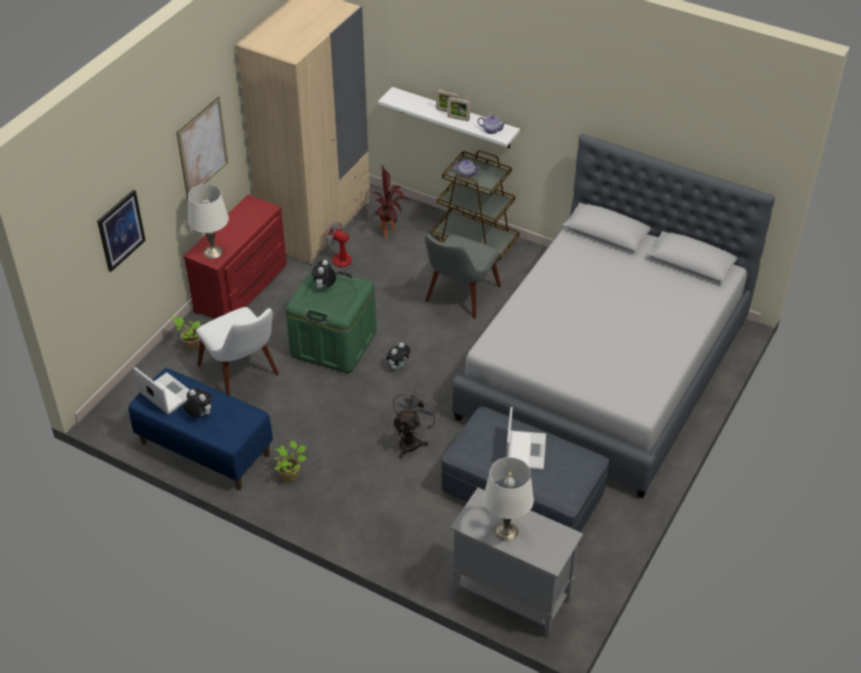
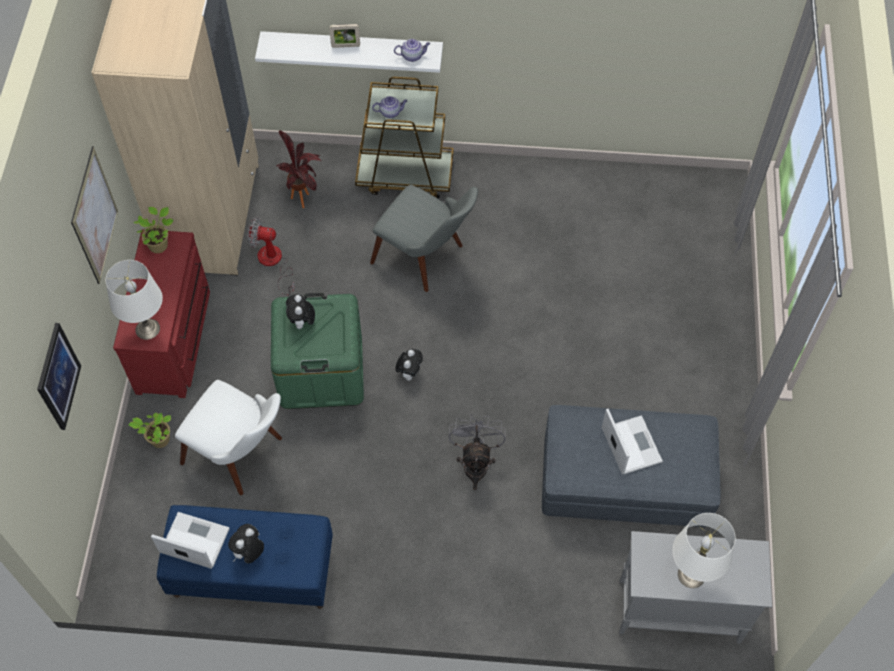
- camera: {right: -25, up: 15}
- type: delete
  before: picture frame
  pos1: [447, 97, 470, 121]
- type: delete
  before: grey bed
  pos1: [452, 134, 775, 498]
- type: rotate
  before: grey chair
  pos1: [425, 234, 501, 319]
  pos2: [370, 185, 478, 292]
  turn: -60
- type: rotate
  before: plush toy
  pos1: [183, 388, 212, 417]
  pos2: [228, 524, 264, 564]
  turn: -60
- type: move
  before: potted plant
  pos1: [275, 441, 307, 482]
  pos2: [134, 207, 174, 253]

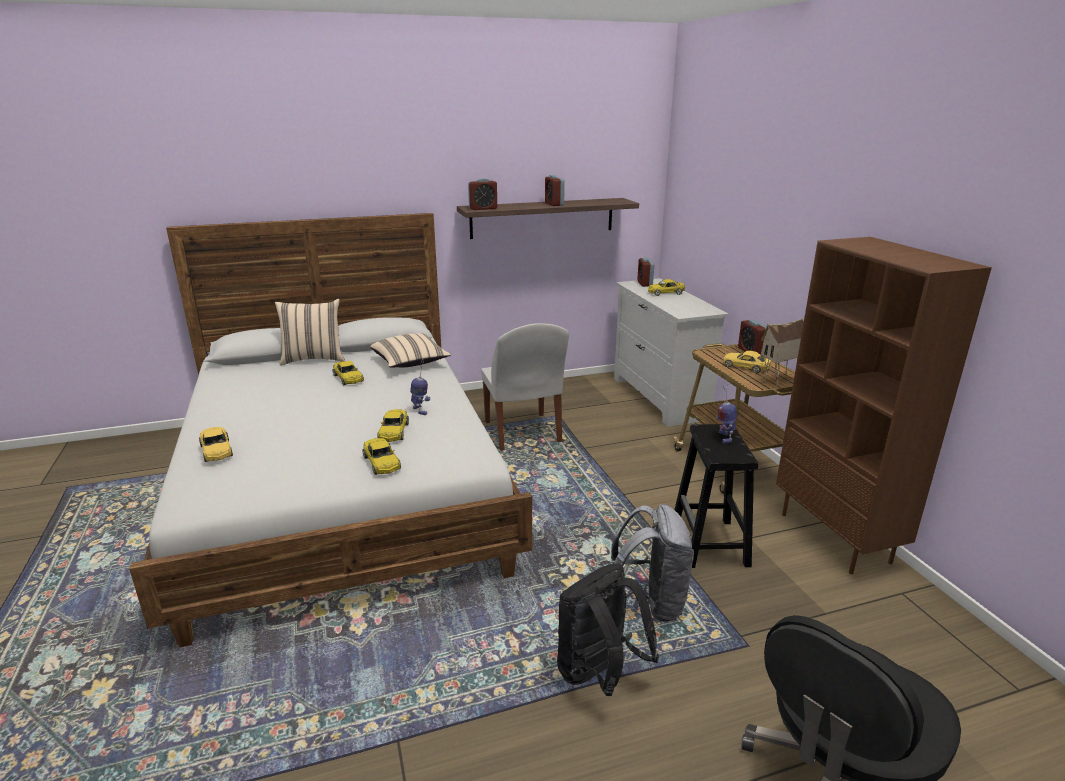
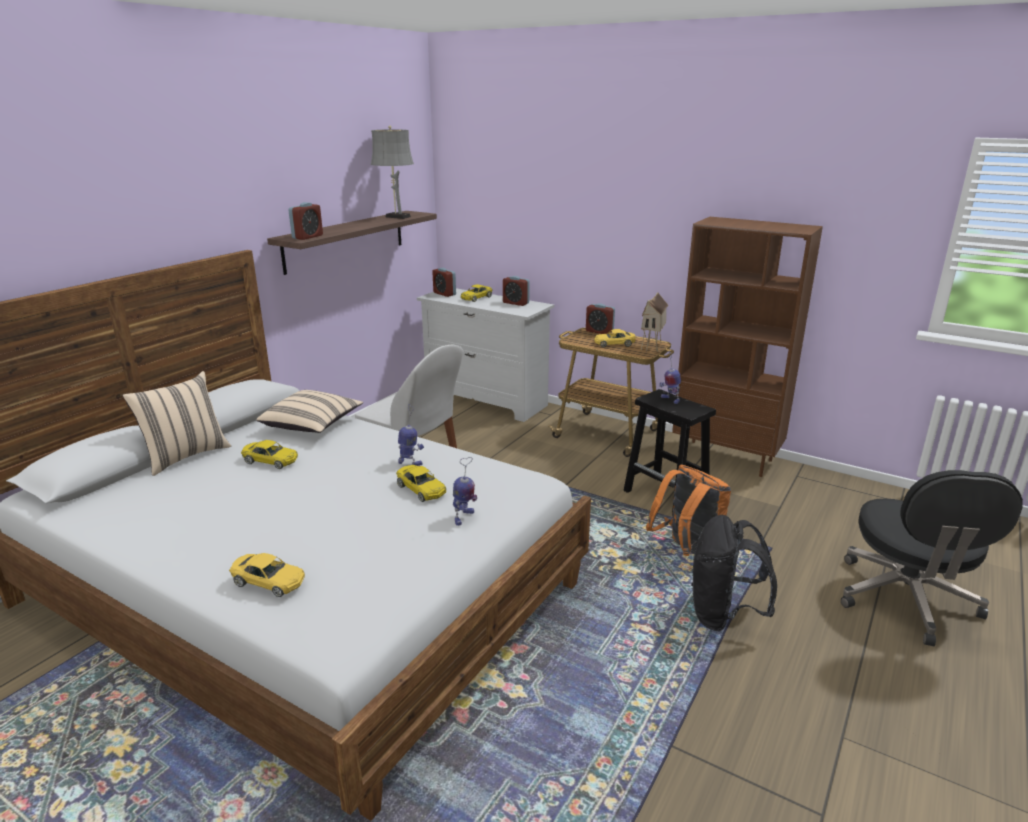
- camera: {right: -40, up: 0}
- type: move
  before: alarm clock
  pos1: [545, 175, 565, 206]
  pos2: [503, 276, 530, 306]
- type: replace
  before: yellow toy car
  after: toy robot
  pos1: [362, 438, 401, 475]
  pos2: [453, 457, 477, 526]
- type: recolor
  before: grey backpack
  after: orange backpack
  pos1: [611, 504, 694, 622]
  pos2: [646, 465, 731, 556]
- type: insert
  after: grey table lamp
  pos2: [371, 125, 414, 219]

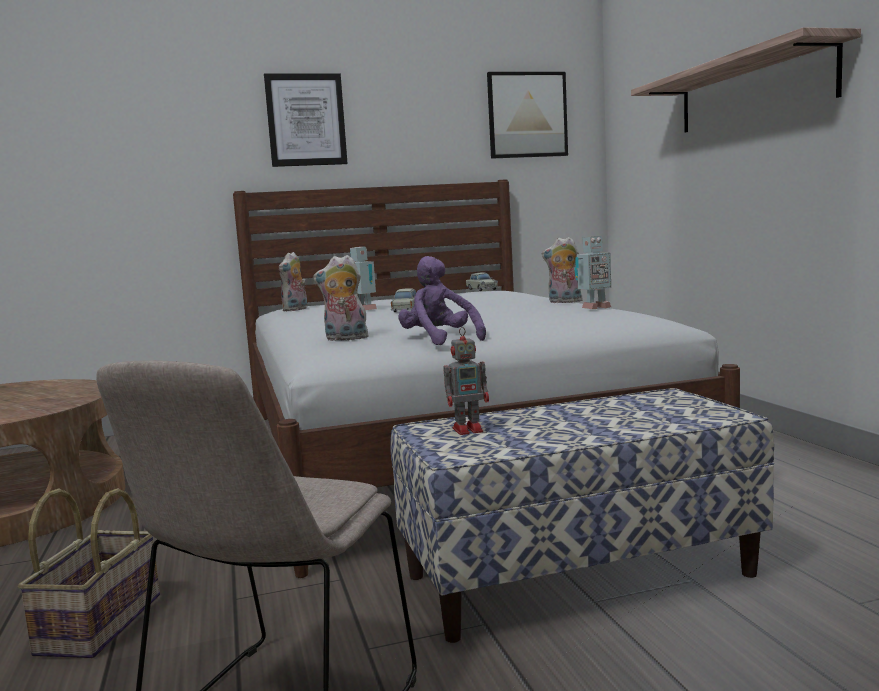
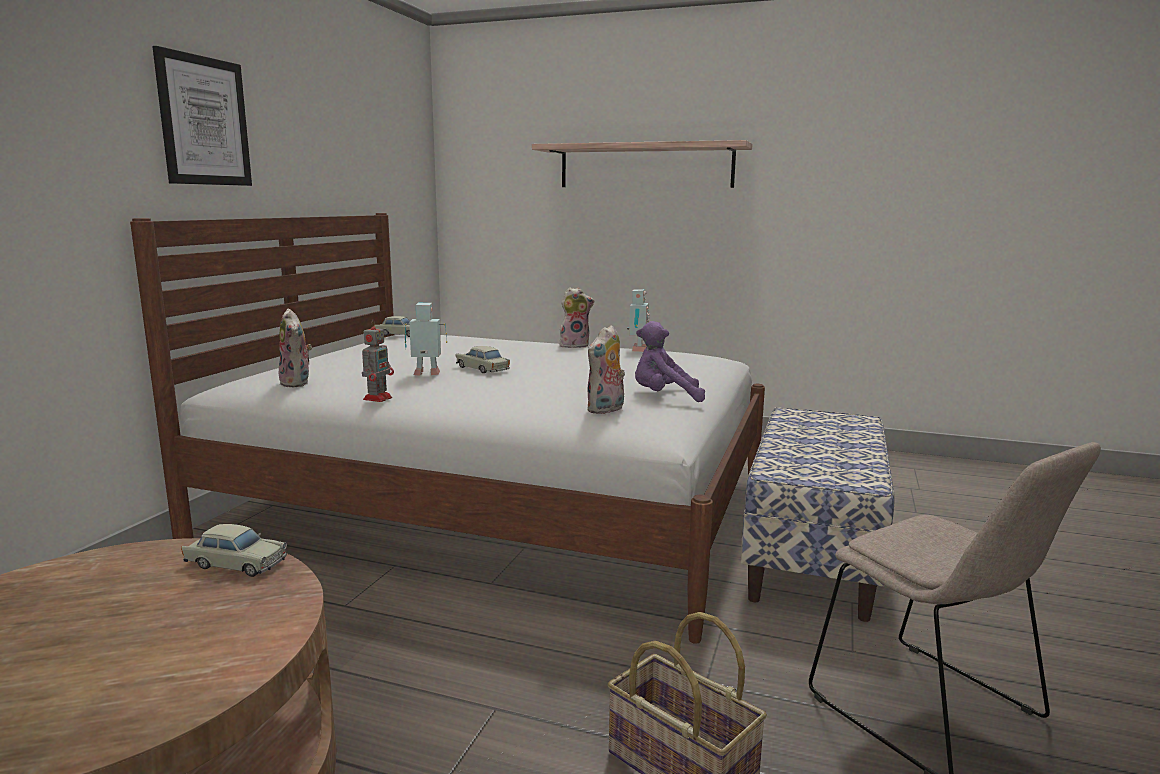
- camera: {right: -55, up: 5}
- type: delete
  before: picture
  pos1: [487, 72, 568, 159]
- type: rotate
  before: plush toy
  pos1: [542, 237, 583, 303]
  pos2: [560, 287, 595, 348]
  turn: -150
- type: move
  before: toy robot
  pos1: [444, 327, 489, 435]
  pos2: [362, 319, 394, 402]
- type: insert
  after: beige toy car
  pos2: [181, 524, 287, 577]

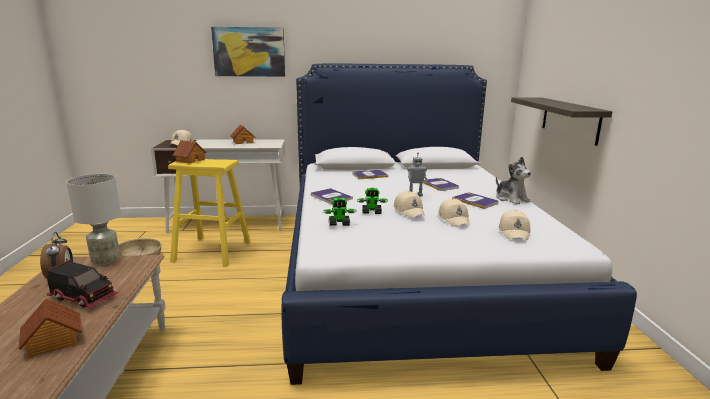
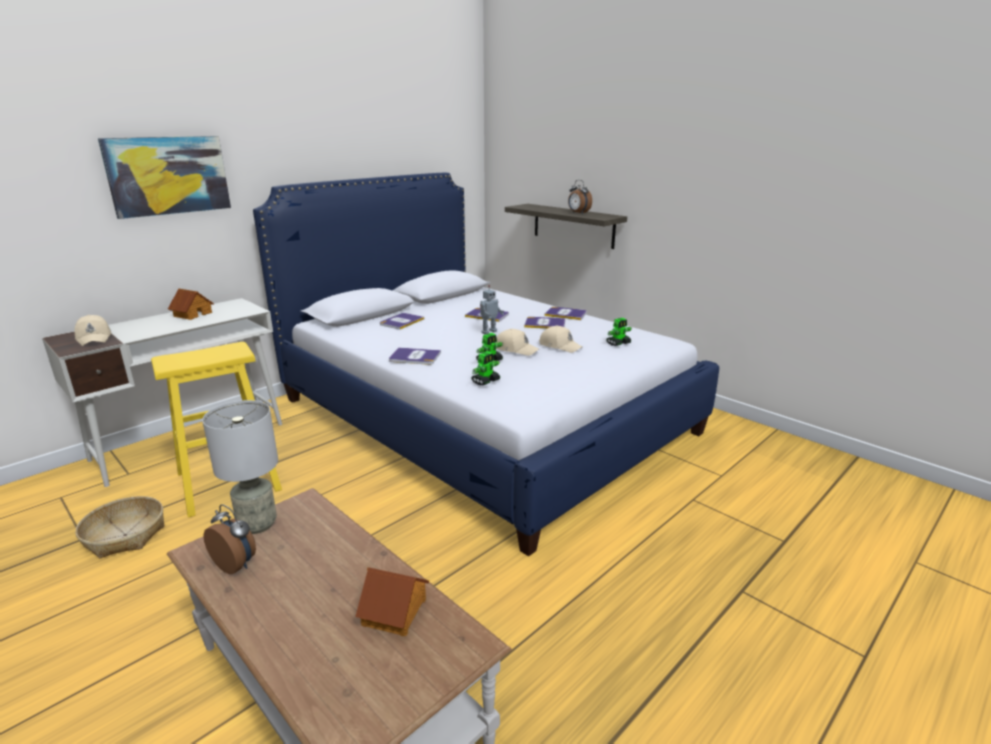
- camera: {right: -40, up: 5}
- type: delete
  before: toy house
  pos1: [173, 140, 207, 164]
- type: replace
  before: plush toy
  after: book
  pos1: [496, 157, 531, 205]
  pos2: [545, 307, 587, 320]
- type: replace
  before: beige cap
  after: toy robot
  pos1: [499, 210, 531, 241]
  pos2: [606, 318, 632, 346]
- type: delete
  before: toy truck
  pos1: [47, 260, 118, 309]
- type: insert
  after: alarm clock
  pos2: [568, 180, 592, 214]

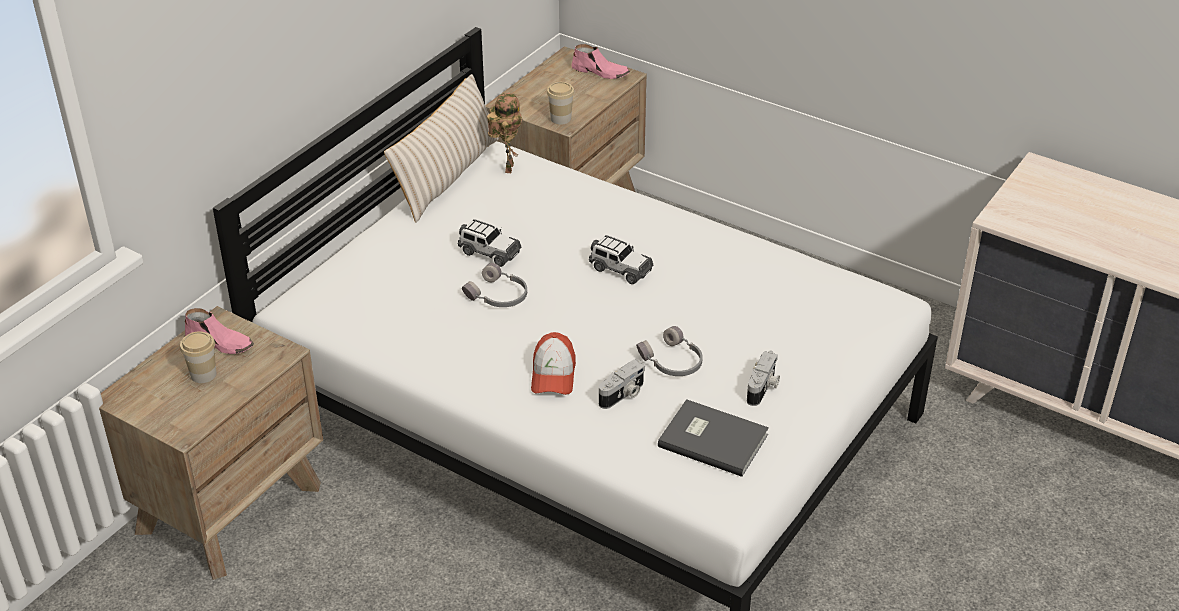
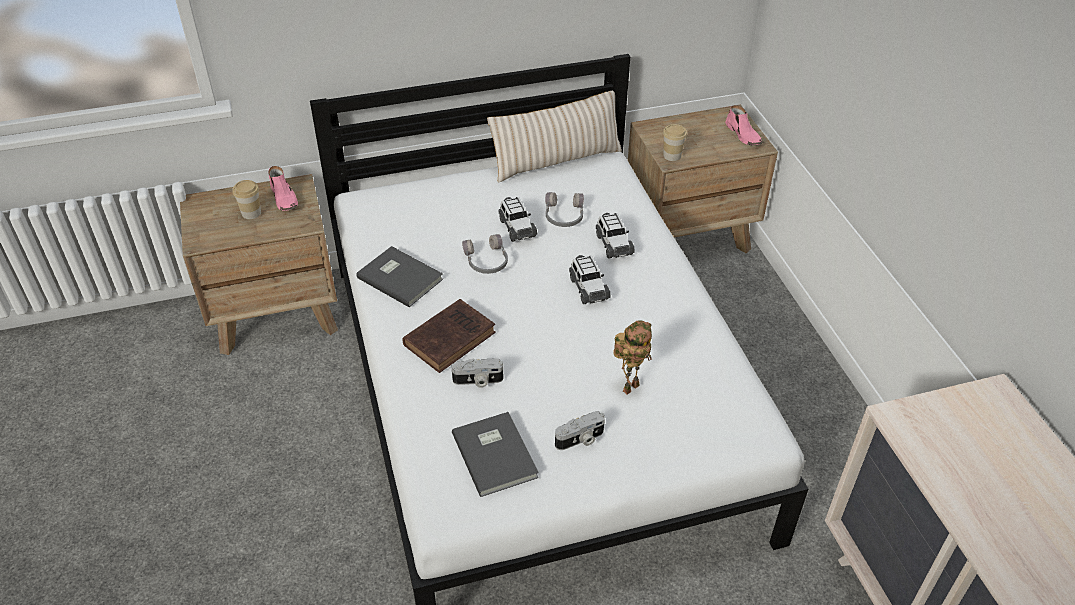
- camera: {right: 40, up: 5}
- type: move
  before: toy robot
  pos1: [487, 93, 522, 173]
  pos2: [614, 320, 652, 395]
- type: move
  before: grey headphones
  pos1: [636, 326, 703, 376]
  pos2: [545, 192, 584, 227]
- type: replace
  before: cap
  after: brown book
  pos1: [531, 332, 576, 395]
  pos2: [402, 299, 496, 373]
- type: insert
  after: toy car
  pos2: [596, 213, 635, 259]
- type: insert
  after: grey book
  pos2: [356, 246, 443, 307]

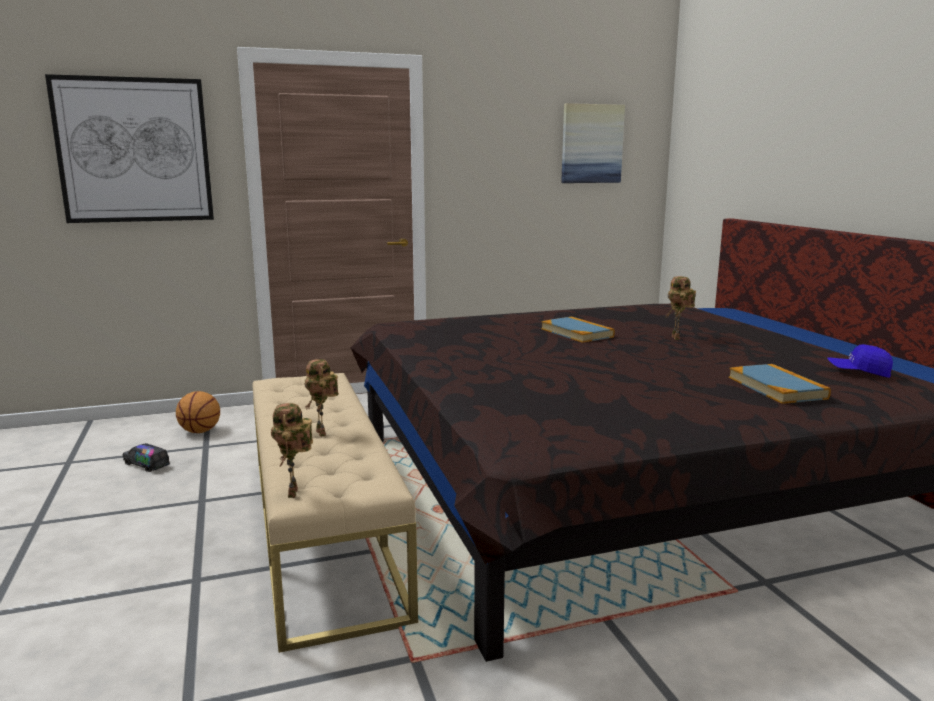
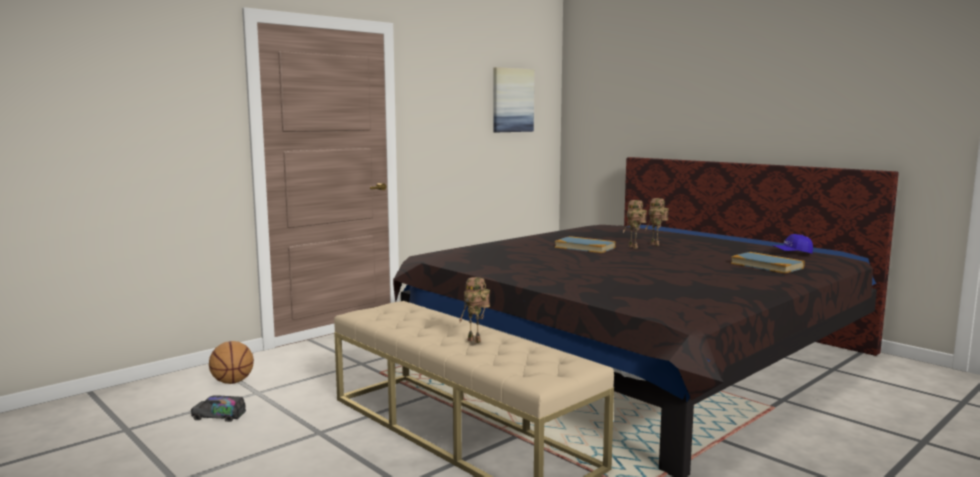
- camera: {right: -25, up: -5}
- type: delete
  before: picture
  pos1: [45, 74, 214, 223]
- type: move
  before: toy robot
  pos1: [271, 403, 313, 498]
  pos2: [623, 200, 647, 249]

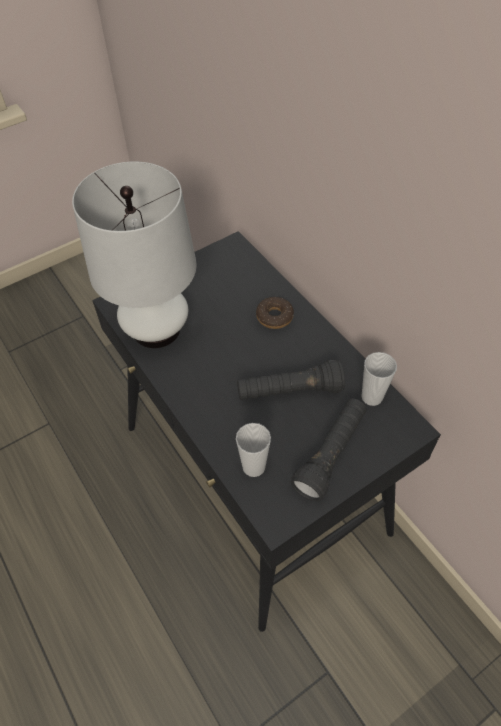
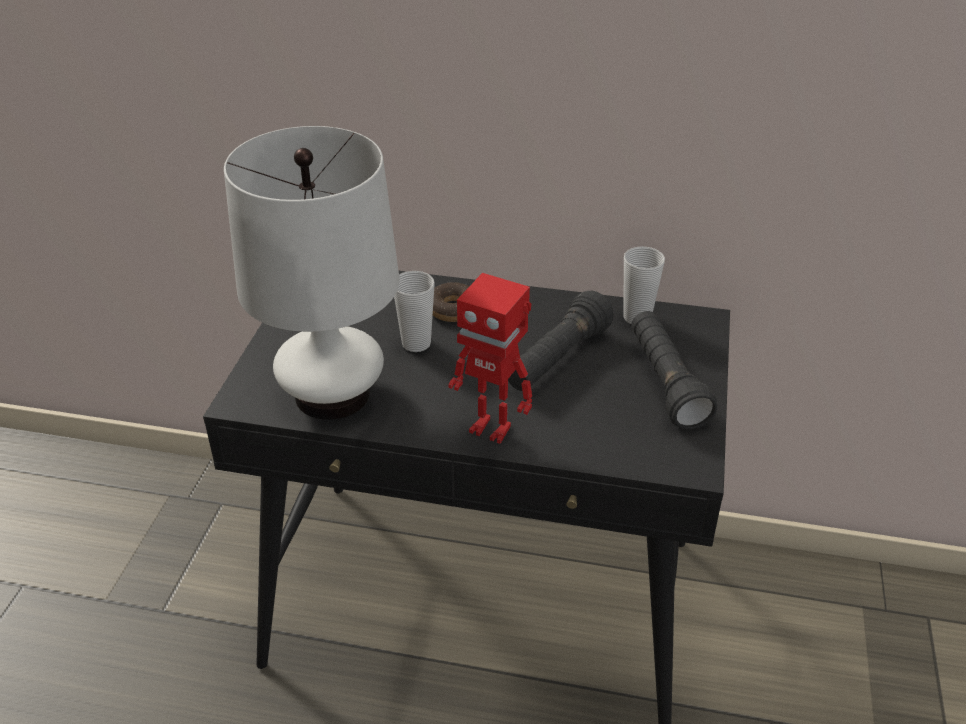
- camera: {right: -45, up: -15}
- type: move
  before: cup
  pos1: [236, 423, 271, 477]
  pos2: [394, 271, 435, 352]
- type: insert
  after: toy robot
  pos2: [448, 273, 532, 444]

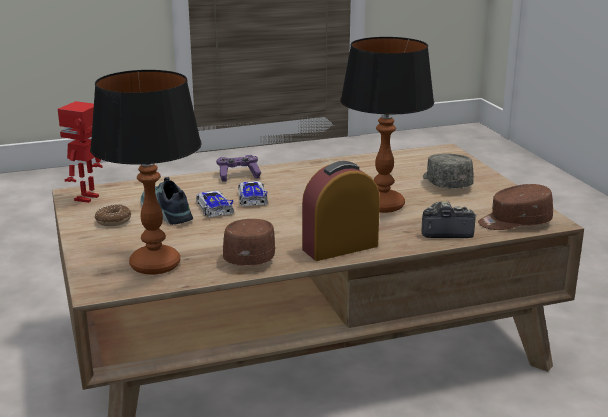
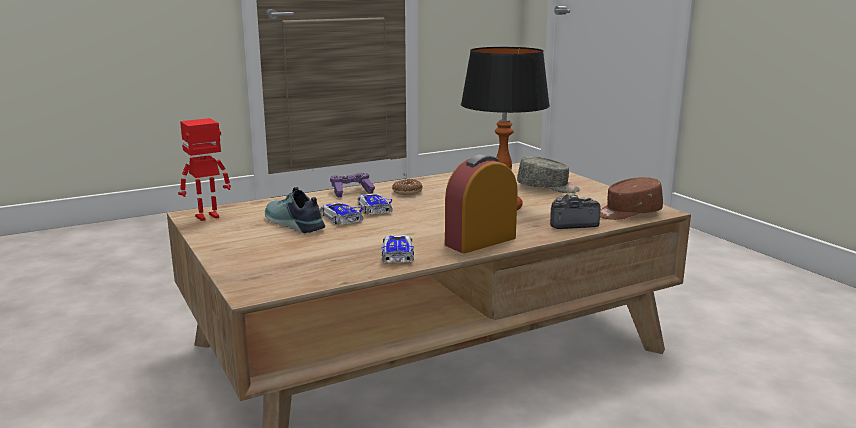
- camera: {right: -10, up: -5}
- type: delete
  before: table lamp
  pos1: [90, 70, 202, 275]
- type: rotate
  before: toy robot
  pos1: [58, 101, 103, 203]
  pos2: [178, 118, 231, 221]
  turn: 45
- type: rotate
  before: grey cap
  pos1: [423, 154, 474, 189]
  pos2: [517, 156, 580, 193]
  turn: 135
- type: move
  before: donut
  pos1: [95, 204, 131, 226]
  pos2: [392, 179, 423, 195]
- type: replace
  before: brown cap
  after: toy car
  pos1: [223, 219, 276, 266]
  pos2: [382, 235, 414, 263]

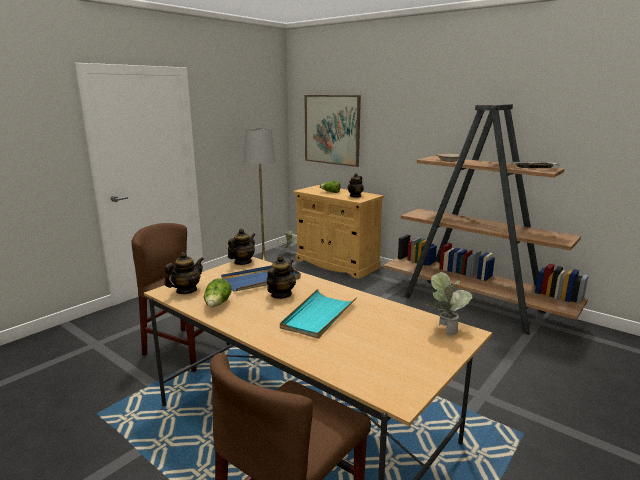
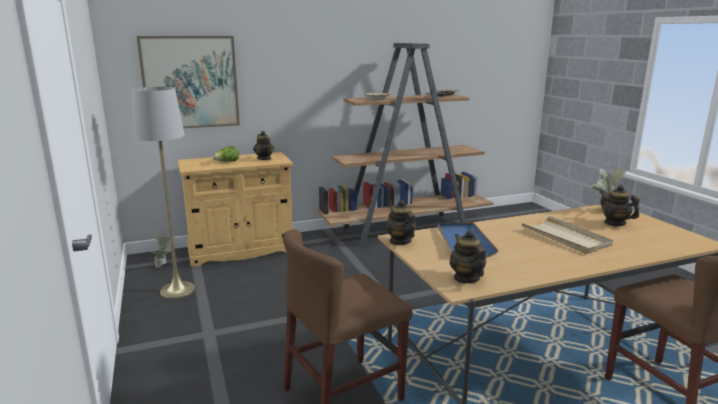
- camera: {right: -60, up: 0}
- type: move
  before: teapot
  pos1: [267, 256, 296, 299]
  pos2: [600, 185, 640, 226]
- type: delete
  before: lettuce
  pos1: [204, 278, 232, 307]
- type: recolor
  before: turquoise tray
  after: beige tray
  pos1: [280, 289, 357, 339]
  pos2: [521, 216, 613, 254]

